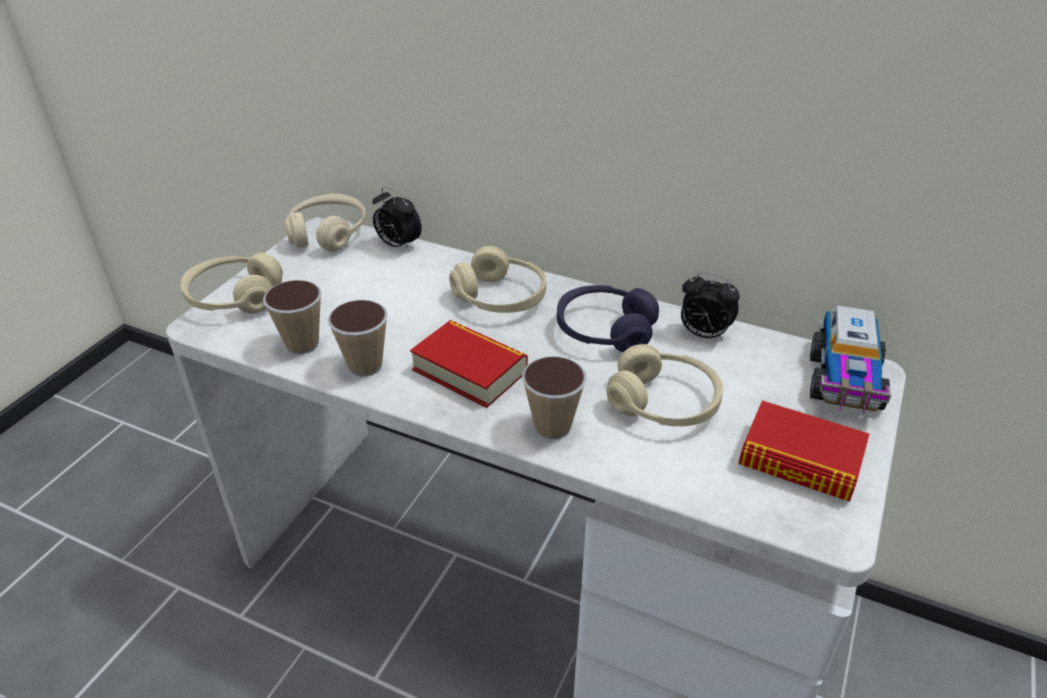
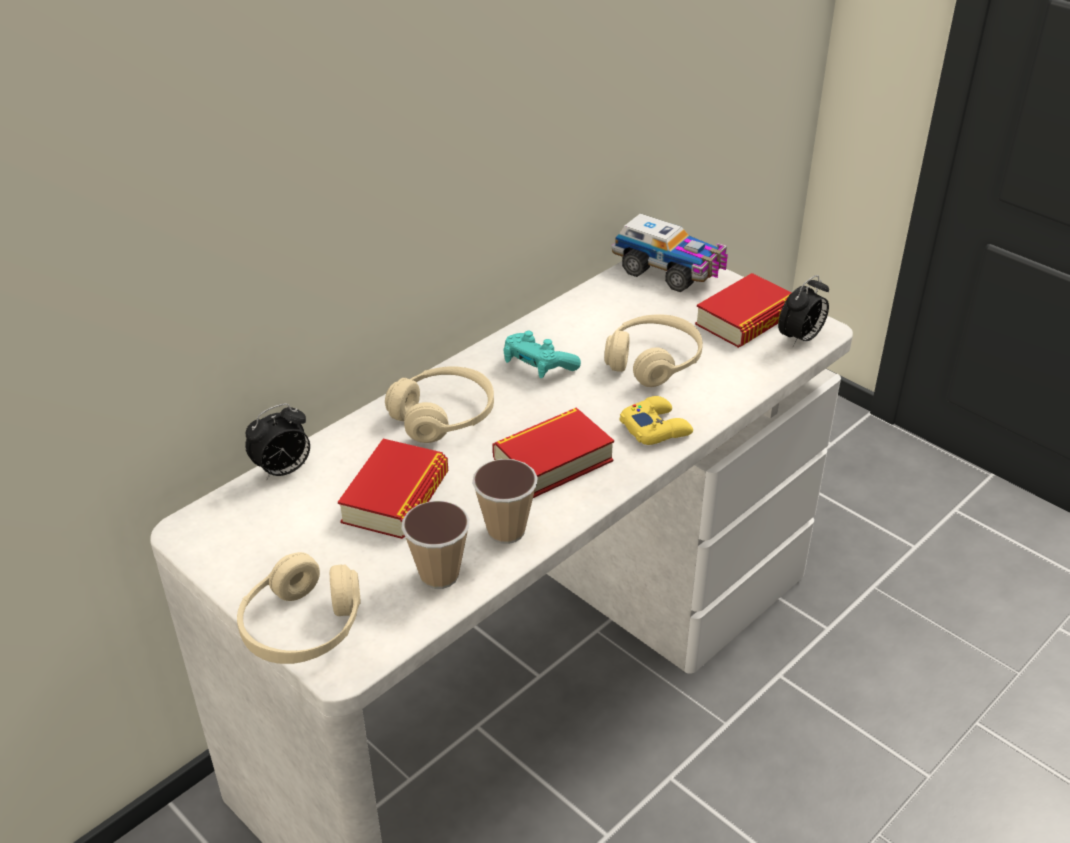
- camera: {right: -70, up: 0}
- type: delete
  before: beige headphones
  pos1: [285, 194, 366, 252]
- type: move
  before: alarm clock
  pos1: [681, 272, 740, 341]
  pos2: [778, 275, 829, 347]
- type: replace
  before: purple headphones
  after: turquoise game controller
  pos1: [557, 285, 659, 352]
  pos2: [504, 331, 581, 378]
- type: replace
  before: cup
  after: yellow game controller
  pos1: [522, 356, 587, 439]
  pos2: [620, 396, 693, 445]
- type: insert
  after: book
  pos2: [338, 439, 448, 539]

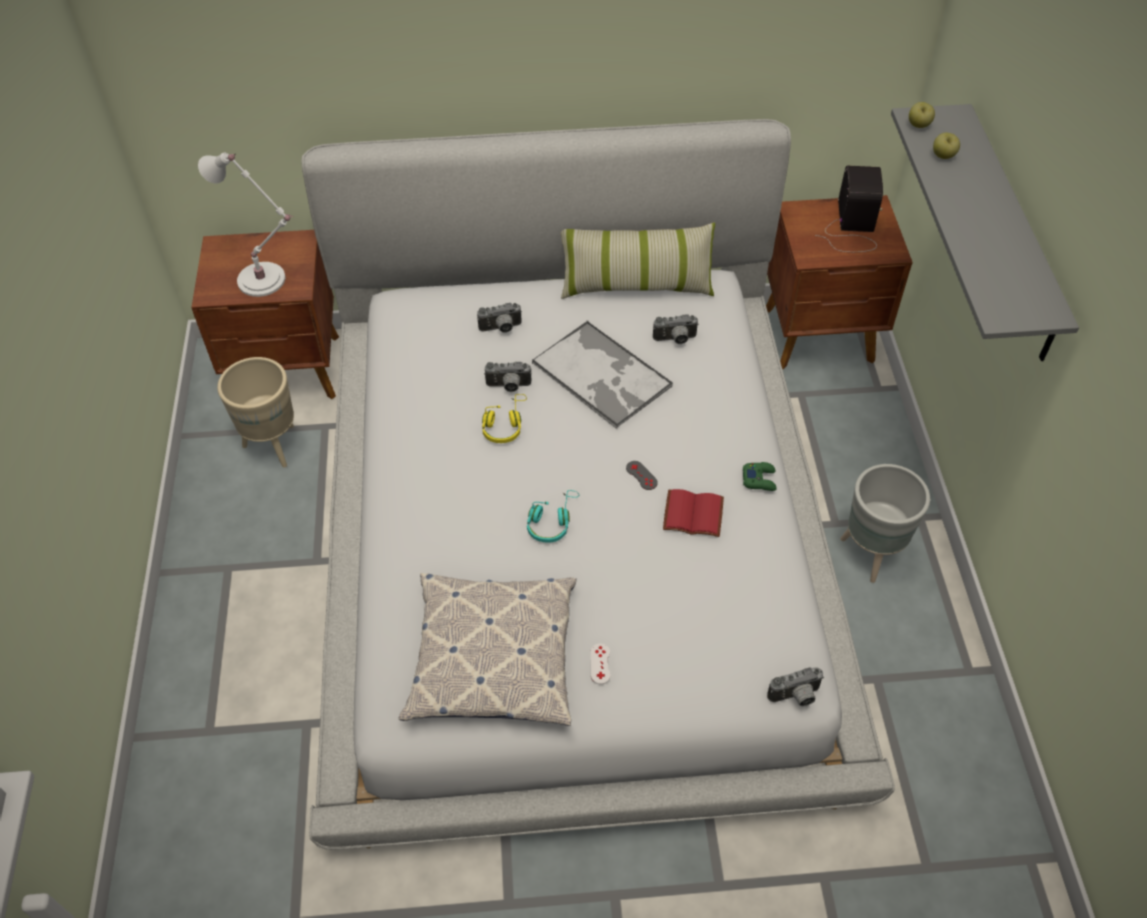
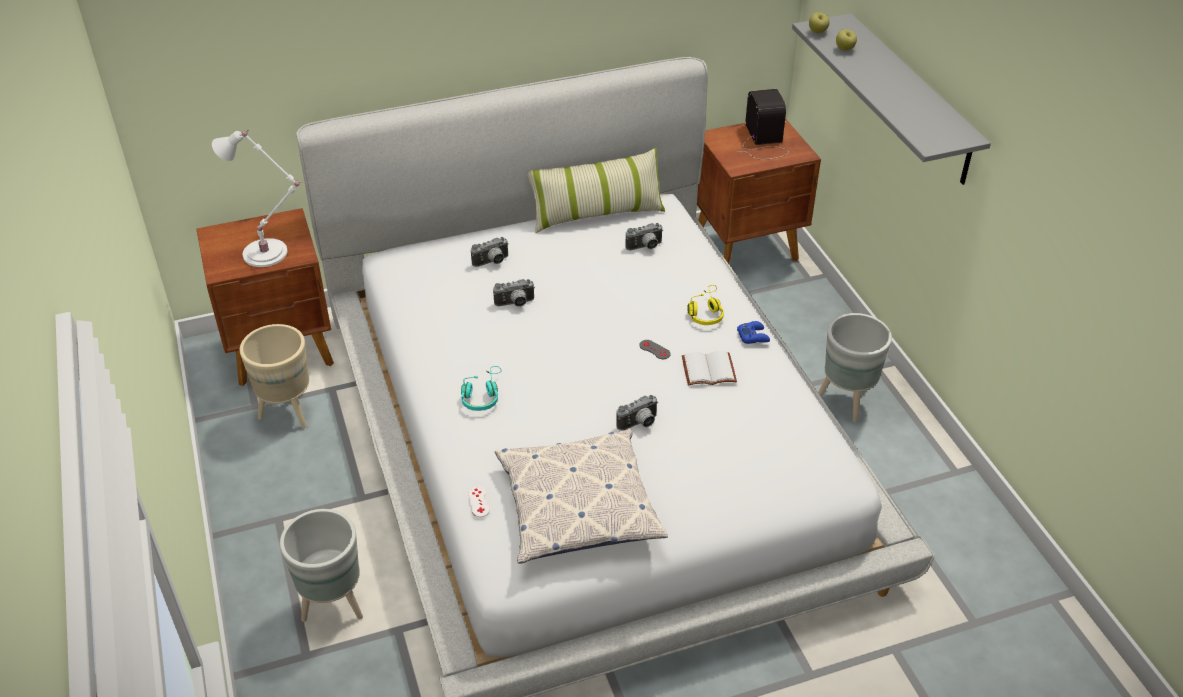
- camera: {right: -15, up: -10}
- type: delete
  before: tray
  pos1: [532, 321, 673, 429]
- type: move
  before: yellow headphones
  pos1: [482, 394, 527, 443]
  pos2: [687, 285, 724, 325]
- type: recolor
  before: green game controller
  after: blue game controller
  pos1: [743, 462, 777, 491]
  pos2: [737, 321, 770, 344]
- type: recolor
  before: red book
  after: white book
  pos1: [663, 489, 724, 537]
  pos2: [682, 351, 737, 385]
- type: move
  before: turquoise headphones
  pos1: [527, 490, 580, 543]
  pos2: [461, 366, 502, 411]
- type: move
  before: white game controller
  pos1: [591, 643, 611, 684]
  pos2: [468, 486, 490, 517]
- type: move
  before: photo camera
  pos1: [767, 667, 824, 707]
  pos2: [616, 395, 658, 431]
- type: insert
  after: grey planter
  pos2: [280, 509, 363, 622]

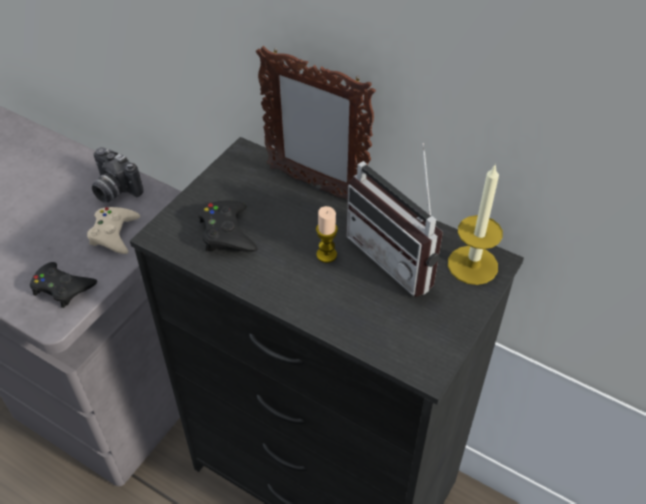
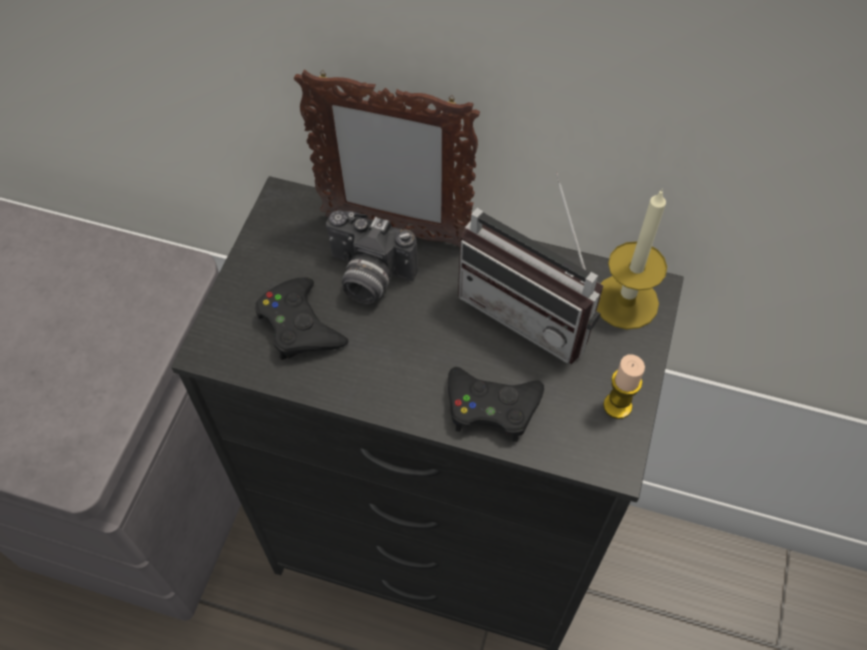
- camera: {right: -15, up: 10}
- type: move
  before: photo camera
  pos1: [92, 147, 144, 203]
  pos2: [326, 210, 418, 304]
- type: move
  before: candle
  pos1: [316, 206, 338, 263]
  pos2: [603, 355, 645, 419]
- type: delete
  before: beige game controller
  pos1: [87, 207, 140, 254]
- type: move
  before: black game controller
  pos1: [30, 262, 97, 308]
  pos2: [448, 367, 544, 442]

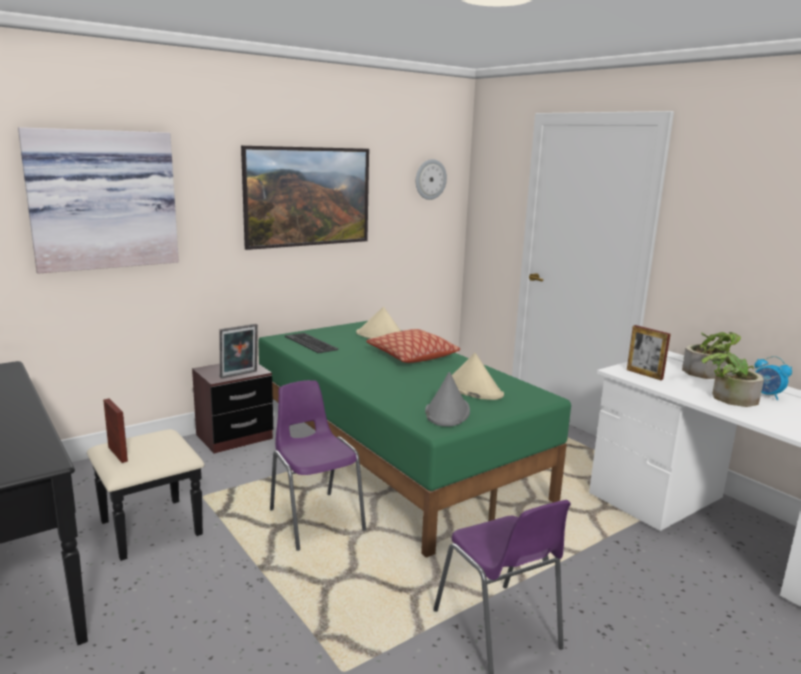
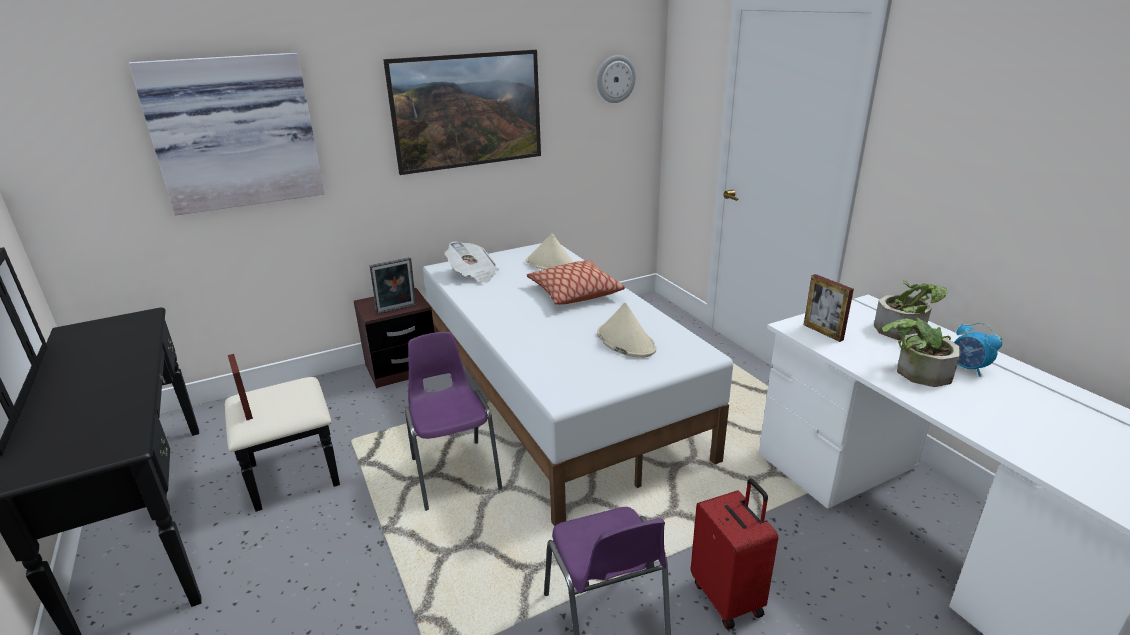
- camera: {right: 10, up: 10}
- type: recolor
  before: green bed
  after: white bed
  pos1: [258, 321, 571, 558]
  pos2: [423, 243, 733, 527]
- type: replace
  before: keyboard
  after: newspaper
  pos1: [285, 333, 338, 353]
  pos2: [445, 241, 499, 283]
- type: delete
  before: grey hat
  pos1: [425, 372, 470, 427]
- type: insert
  after: red suitcase
  pos2: [691, 478, 778, 629]

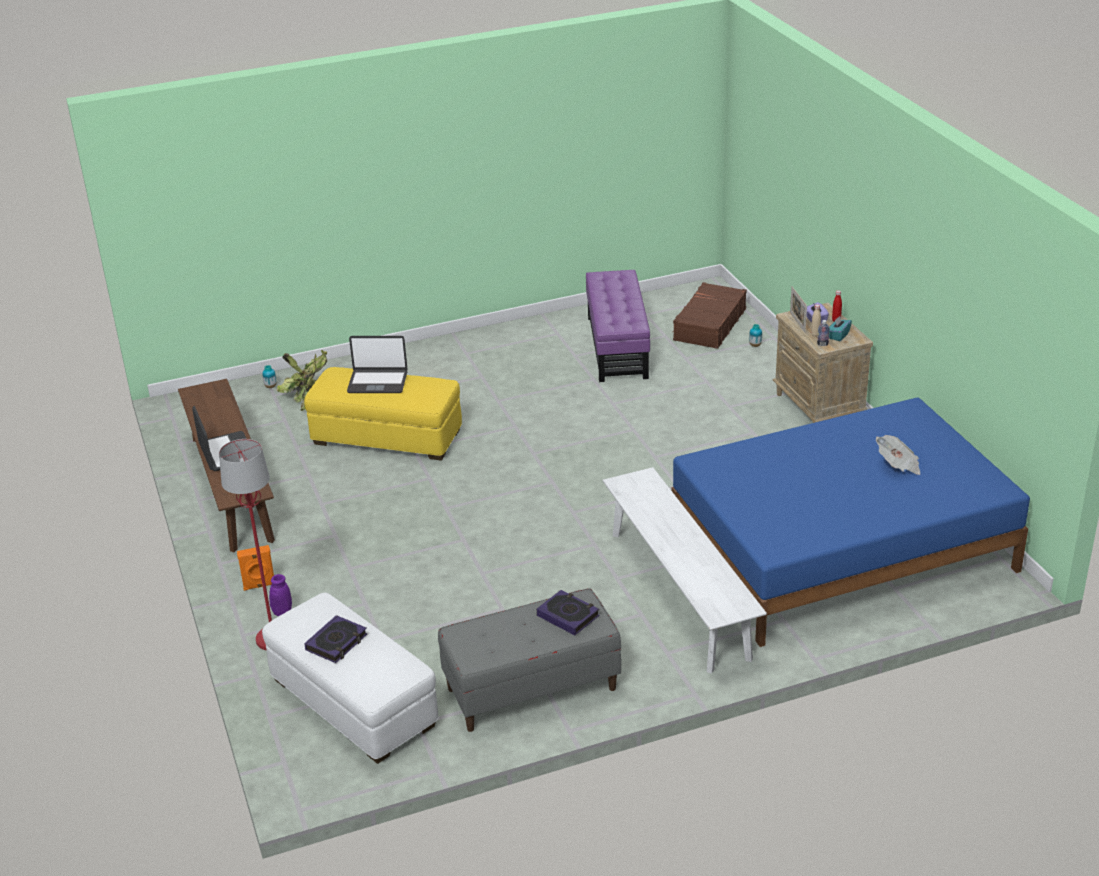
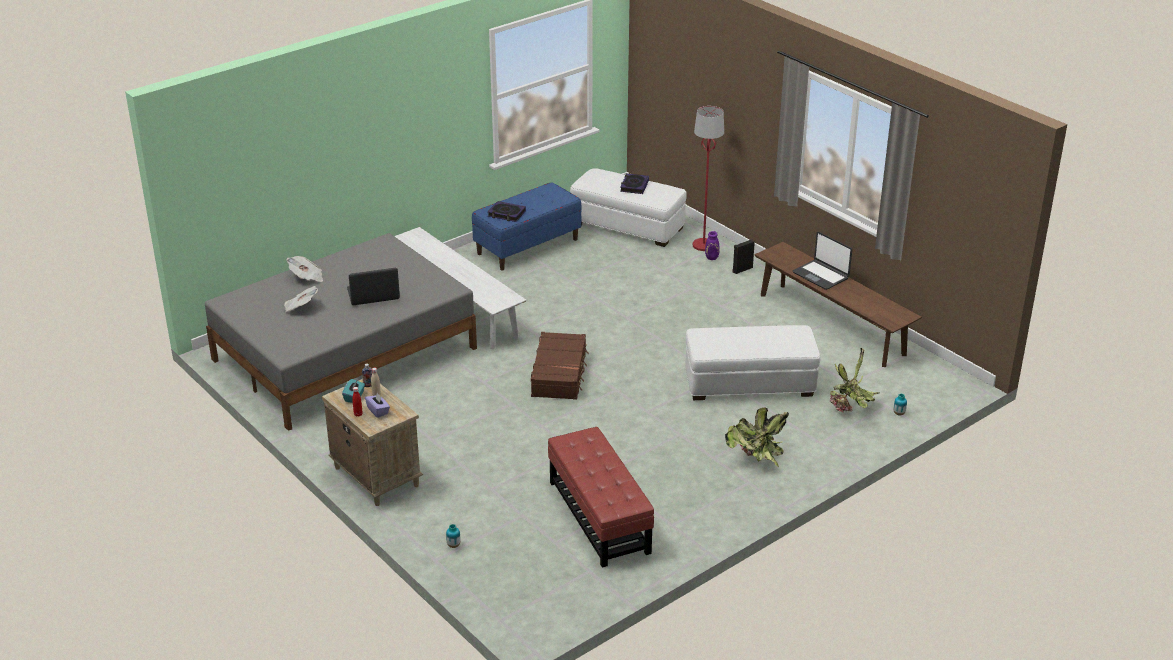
- camera: {right: 160, up: 0}
- type: recolor
  before: purple ottoman
  after: red ottoman
  pos1: [586, 270, 650, 382]
  pos2: [548, 427, 654, 568]
- type: move
  before: brown suitcase
  pos1: [673, 282, 747, 349]
  pos2: [531, 332, 589, 400]
- type: delete
  before: picture frame
  pos1: [790, 287, 807, 332]
- type: move
  before: laptop
  pos1: [347, 336, 408, 393]
  pos2: [347, 268, 400, 305]
- type: recolor
  before: yellow ottoman
  after: white ottoman
  pos1: [304, 367, 462, 461]
  pos2: [685, 325, 820, 400]
- type: recolor
  before: blue bed
  after: grey bed
  pos1: [672, 398, 1030, 647]
  pos2: [205, 233, 477, 431]
- type: recolor
  before: orange speaker
  after: black speaker
  pos1: [237, 545, 274, 591]
  pos2: [732, 239, 755, 274]
- type: recolor
  before: grey bench
  after: blue bench
  pos1: [438, 588, 621, 732]
  pos2: [472, 182, 582, 270]
- type: insert
  after: newspaper
  pos2: [286, 256, 323, 282]
- type: insert
  after: potted plant
  pos2: [725, 407, 789, 467]

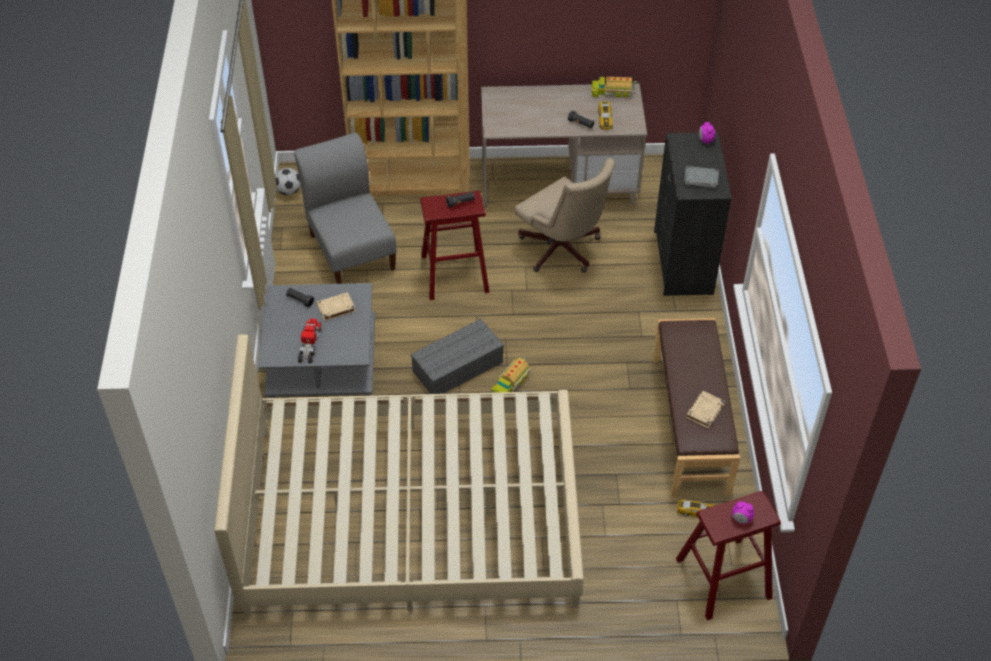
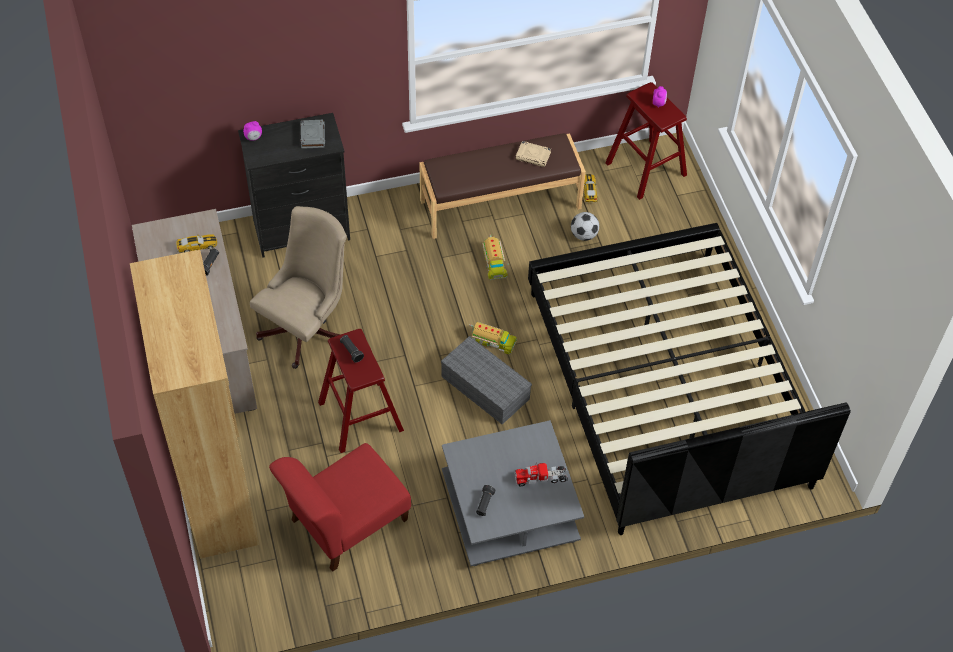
- camera: {right: -105, up: 5}
- type: move
  before: toy truck
  pos1: [592, 77, 637, 97]
  pos2: [482, 234, 509, 280]
- type: recolor
  before: grey chair
  after: red chair
  pos1: [294, 133, 397, 284]
  pos2: [269, 443, 411, 572]
- type: move
  before: football
  pos1: [275, 168, 301, 195]
  pos2: [571, 212, 599, 241]
- type: delete
  before: beige book
  pos1: [317, 292, 356, 321]
- type: recolor
  before: beige bed
  after: black bed
  pos1: [214, 334, 584, 616]
  pos2: [528, 223, 851, 535]

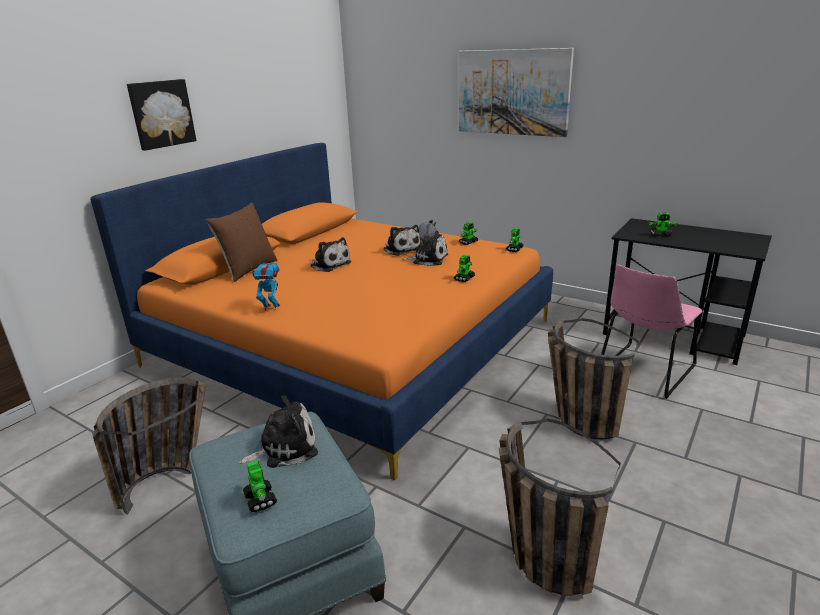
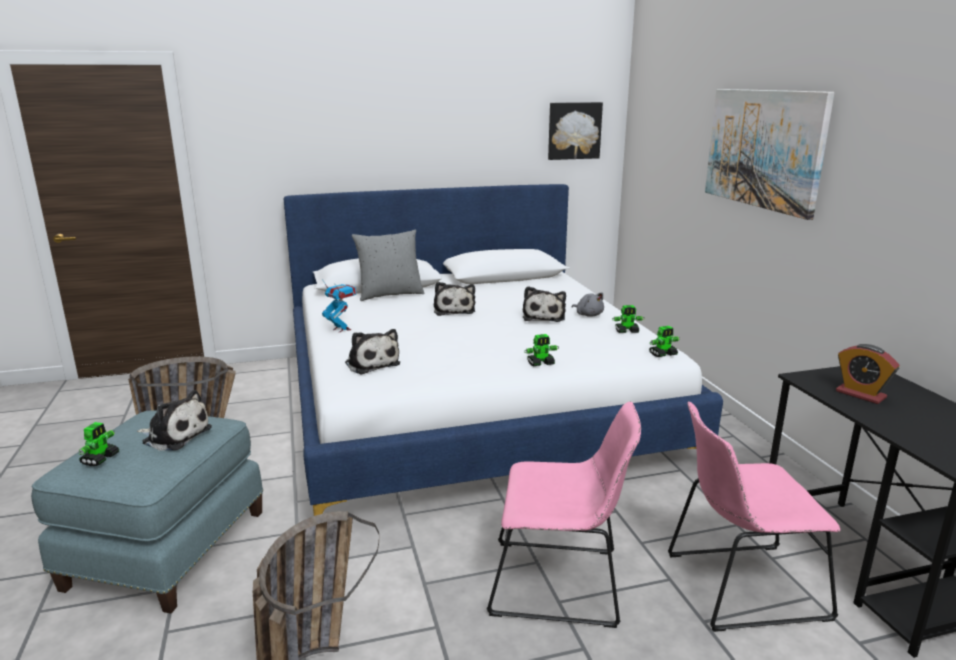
- camera: {right: 40, up: -5}
- type: move
  before: picture
  pos1: [127, 79, 196, 151]
  pos2: [548, 102, 603, 160]
- type: recolor
  before: orange bed
  after: white bed
  pos1: [90, 143, 553, 480]
  pos2: [284, 184, 723, 516]
- type: recolor
  before: brown pillow
  after: grey pillow
  pos1: [206, 203, 277, 282]
  pos2: [352, 229, 424, 301]
- type: replace
  before: toy robot
  after: alarm clock
  pos1: [648, 213, 677, 236]
  pos2: [836, 344, 900, 404]
- type: move
  before: plush toy
  pos1: [402, 231, 448, 266]
  pos2: [345, 329, 400, 375]
- type: replace
  before: basket
  after: pink chair
  pos1: [548, 318, 639, 439]
  pos2: [487, 402, 641, 628]

